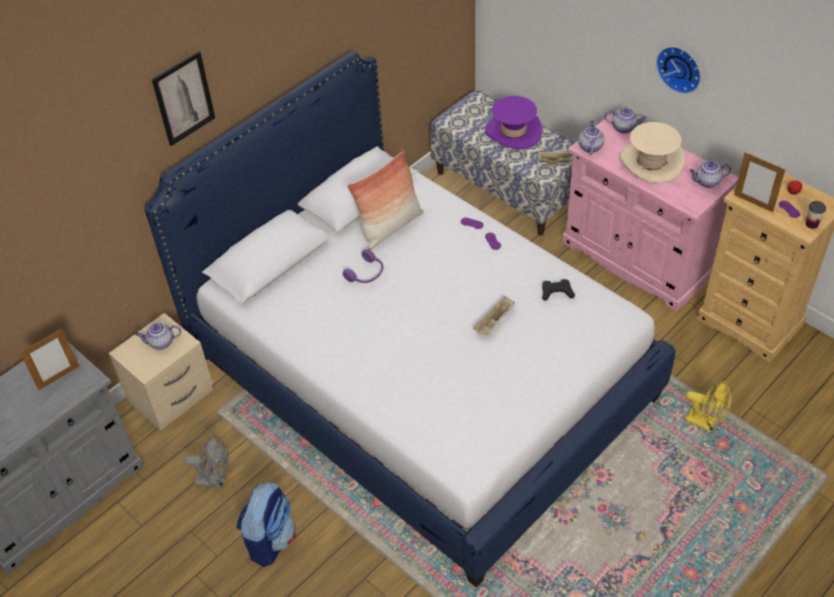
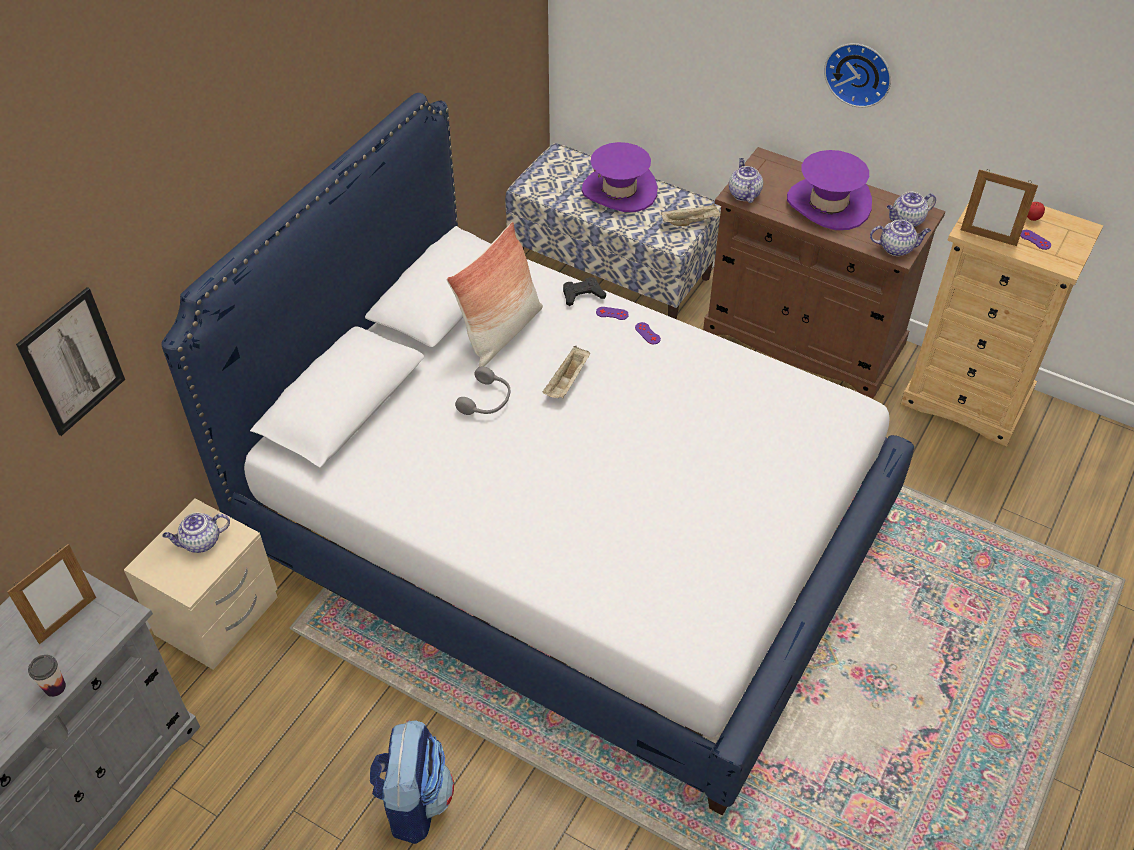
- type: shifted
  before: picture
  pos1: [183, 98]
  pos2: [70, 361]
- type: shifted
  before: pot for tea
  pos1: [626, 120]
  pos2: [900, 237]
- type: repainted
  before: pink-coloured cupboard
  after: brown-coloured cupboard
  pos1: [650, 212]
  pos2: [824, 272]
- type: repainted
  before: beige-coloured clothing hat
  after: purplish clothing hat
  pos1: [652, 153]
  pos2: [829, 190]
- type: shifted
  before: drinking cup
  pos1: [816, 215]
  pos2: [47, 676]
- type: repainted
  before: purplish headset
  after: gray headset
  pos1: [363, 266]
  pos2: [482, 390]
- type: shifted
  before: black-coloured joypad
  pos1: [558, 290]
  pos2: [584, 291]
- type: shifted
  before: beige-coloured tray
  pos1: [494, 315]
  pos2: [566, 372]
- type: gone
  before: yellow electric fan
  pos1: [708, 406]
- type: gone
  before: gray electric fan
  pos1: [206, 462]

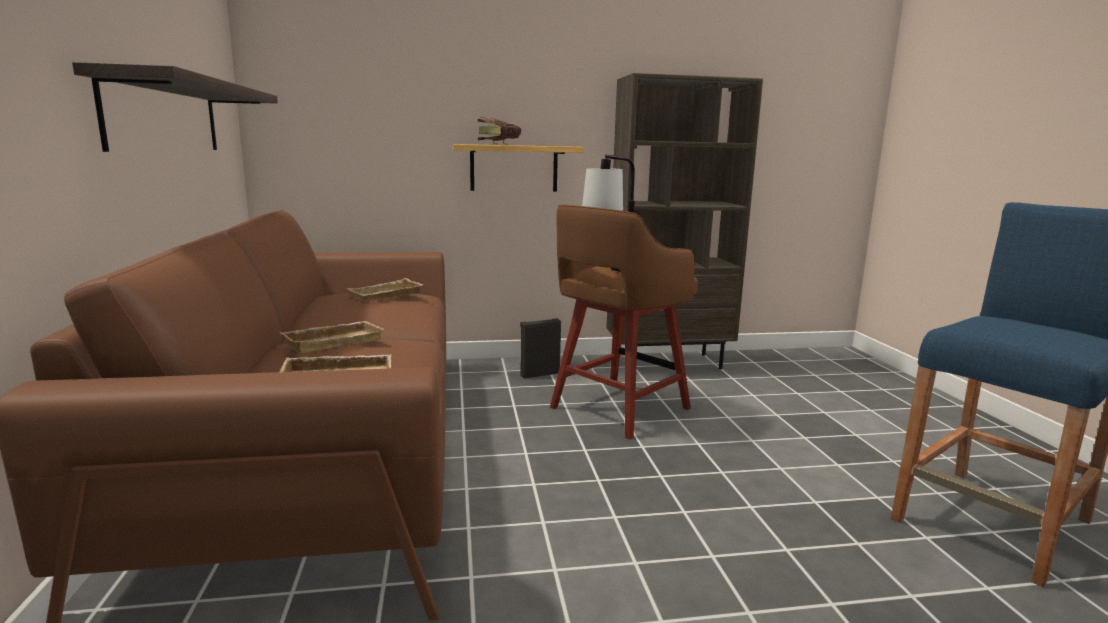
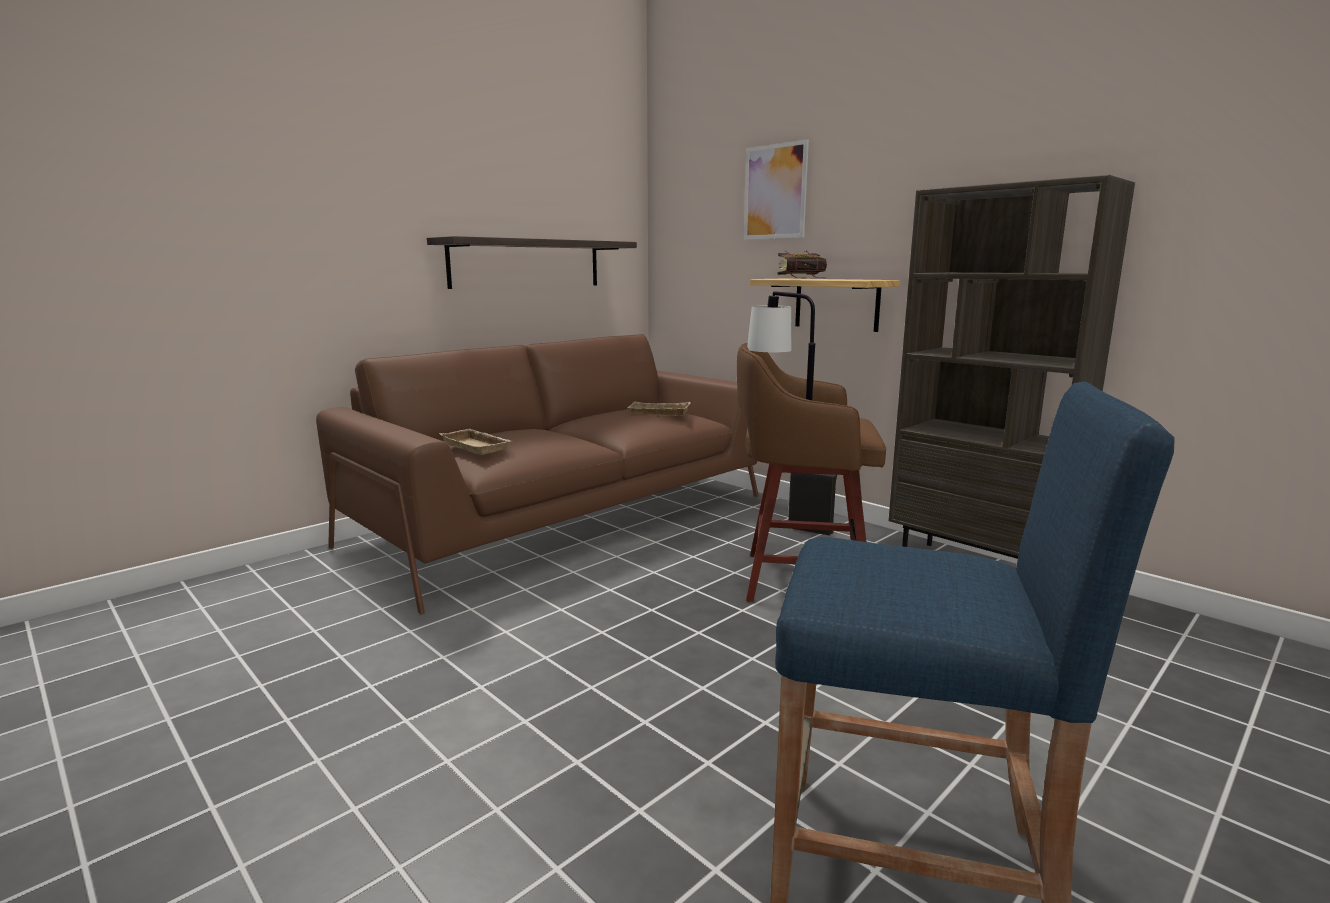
- type: gone
  before: beige-coloured tray
  pos1: [331, 337]
- type: new
  after: picture
  pos2: [776, 189]

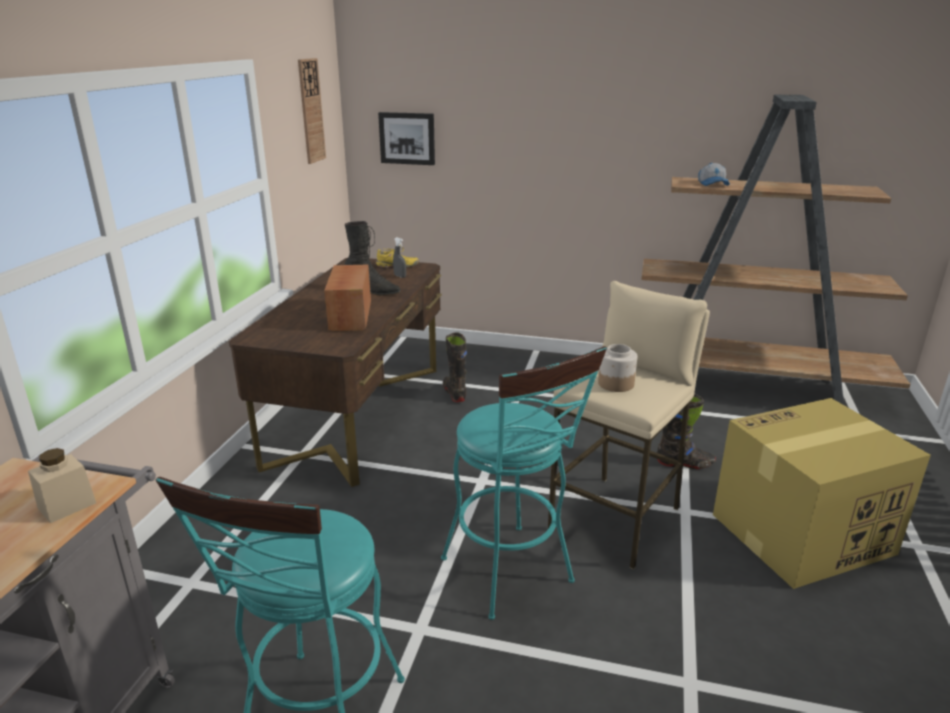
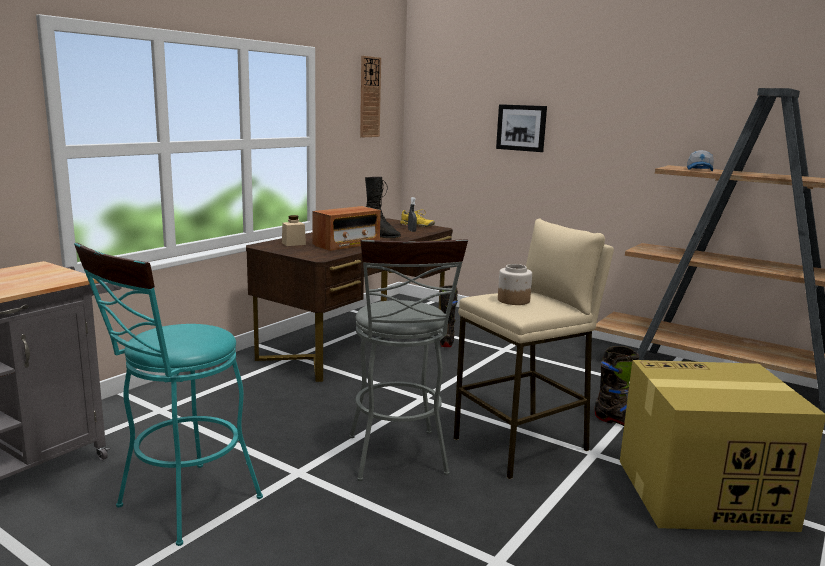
- type: shifted
  before: picture
  pos1: [406, 138]
  pos2: [521, 128]
- type: rotated
  before: radio receiver
  pos1: [347, 298]
  pos2: [347, 228]
  turn: -150
- type: repainted
  before: turquoise-coloured stool
  after: gray stool
  pos1: [524, 483]
  pos2: [408, 360]
- type: shifted
  before: beige-coloured jar
  pos1: [62, 485]
  pos2: [294, 230]

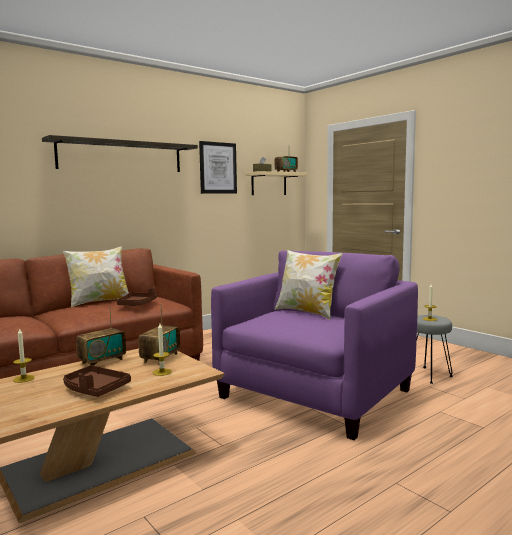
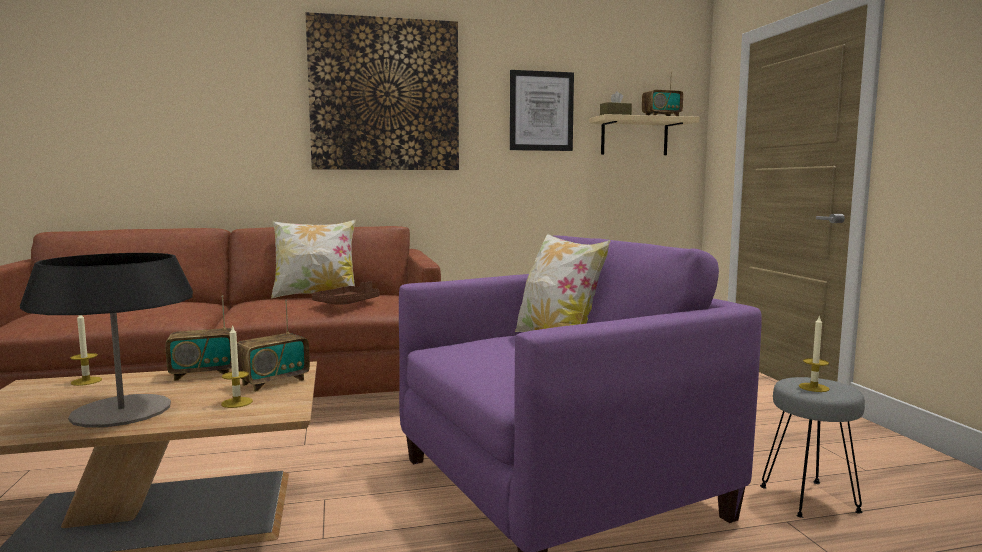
- type: swapped
  before: shelf
  after: picture
  pos1: [120, 153]
  pos2: [382, 91]
- type: swapped
  before: brown-coloured tray
  after: tabletop lamp
  pos1: [97, 381]
  pos2: [106, 340]

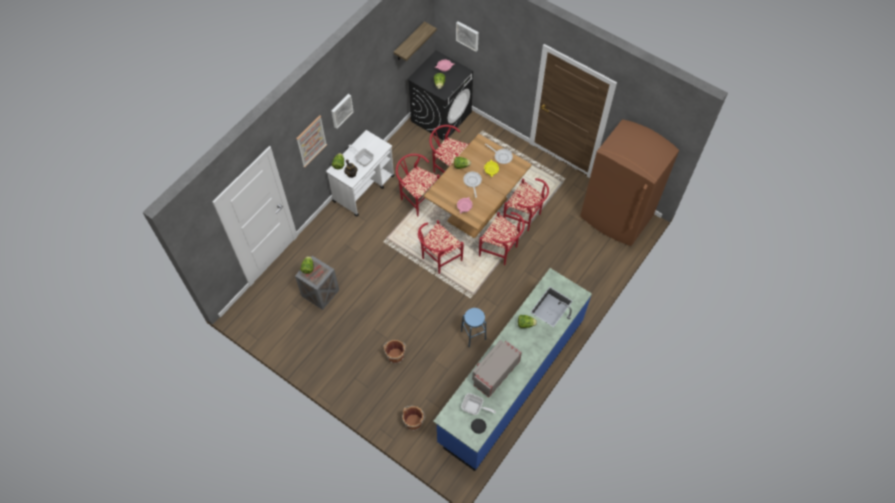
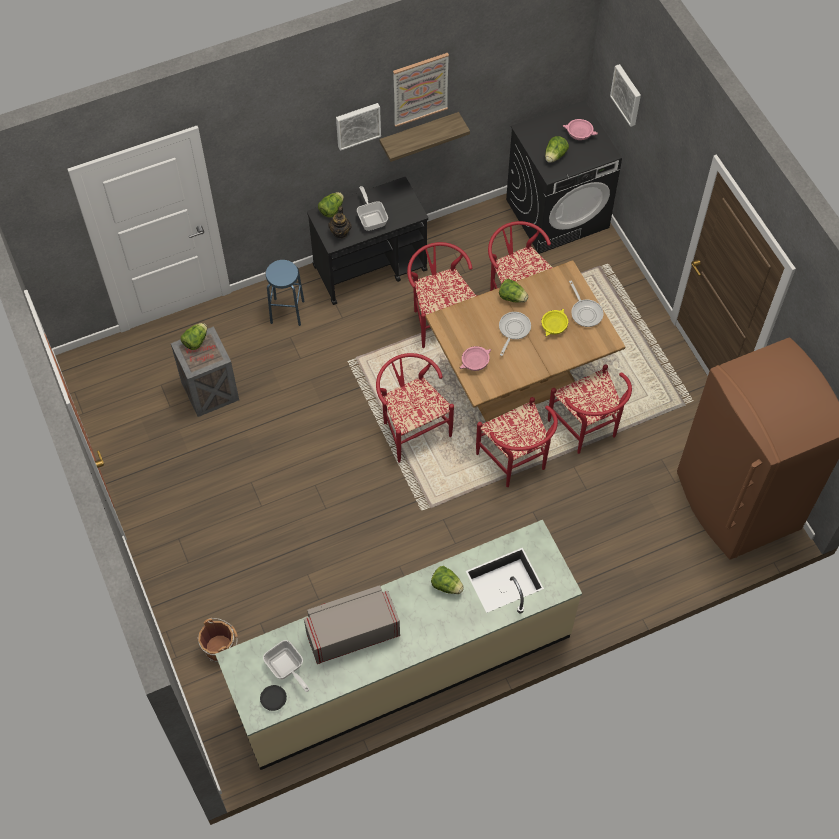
- type: shifted
  before: shelf
  pos1: [415, 41]
  pos2: [424, 137]
- type: shifted
  before: picture
  pos1: [311, 141]
  pos2: [421, 90]
- type: repainted
  before: white trolley
  after: black-coloured trolley
  pos1: [360, 173]
  pos2: [367, 241]
- type: rotated
  before: red chair
  pos1: [441, 247]
  pos2: [415, 408]
  turn: 75
- type: repainted
  before: bluish kitchen base unit
  after: beige-coloured kitchen base unit
  pos1: [512, 369]
  pos2: [398, 645]
- type: shifted
  before: bluish stool
  pos1: [473, 327]
  pos2: [285, 293]
- type: gone
  before: brown-coloured water bucket
  pos1: [395, 352]

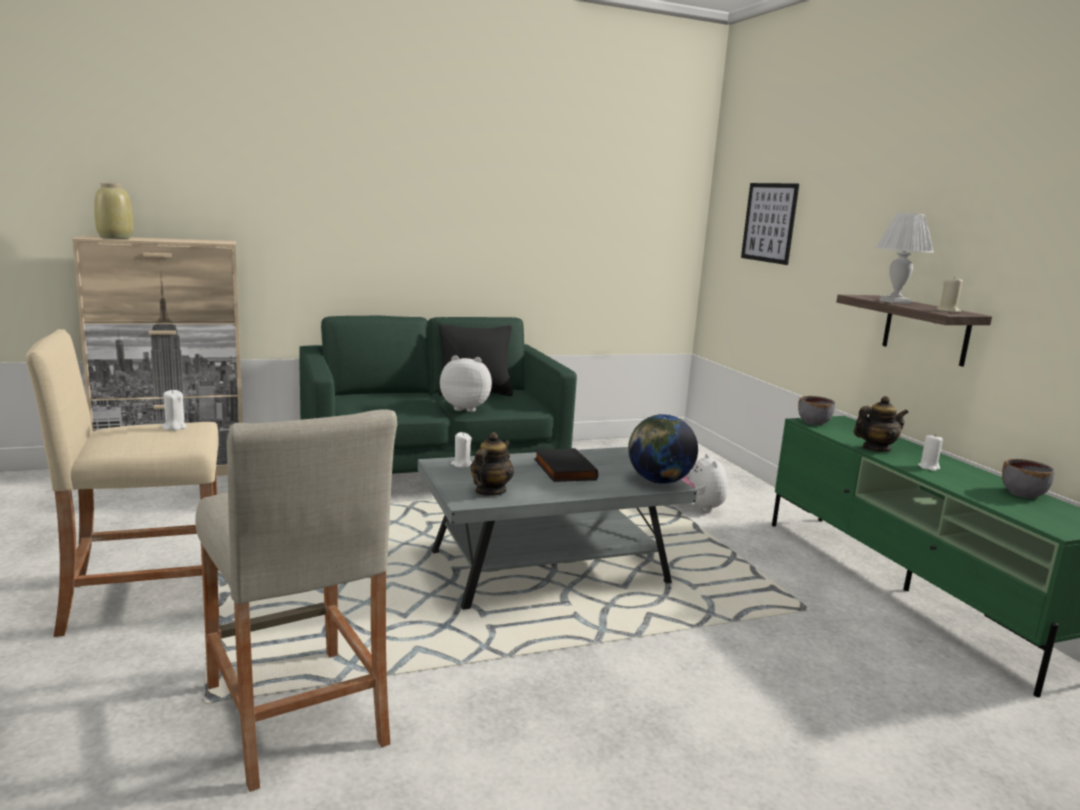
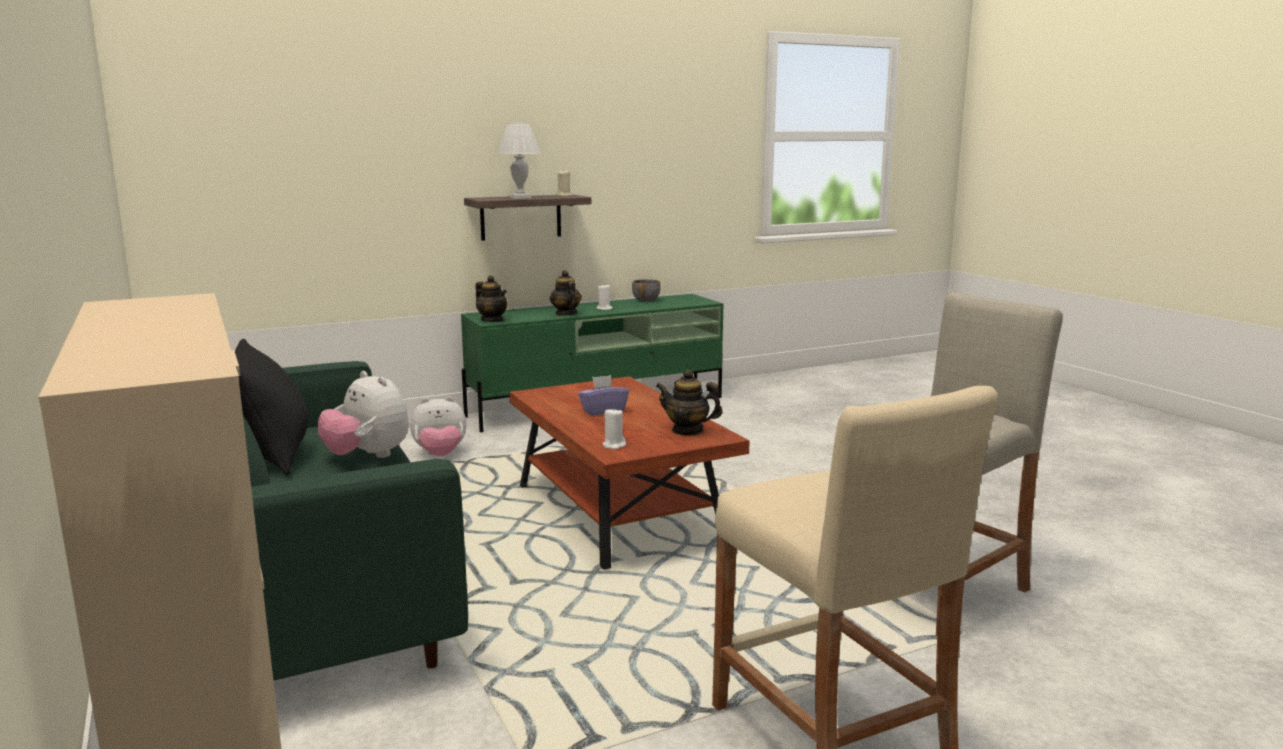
- type: gone
  before: beige-coloured flower vase
  pos1: [113, 211]
- type: gone
  before: picture
  pos1: [770, 224]
- type: rotated
  before: plush toy
  pos1: [466, 383]
  pos2: [363, 414]
  turn: -45
- type: gone
  before: white candle
  pos1: [174, 409]
- type: swapped
  before: gray deep dish
  after: pot for tea
  pos1: [816, 410]
  pos2: [491, 298]
- type: gone
  before: globe
  pos1: [663, 449]
- type: repainted
  before: gray lounge table
  after: brown-coloured lounge table
  pos1: [557, 528]
  pos2: [629, 473]
- type: swapped
  before: black-coloured volume
  after: purplish tissue holder
  pos1: [566, 465]
  pos2: [603, 395]

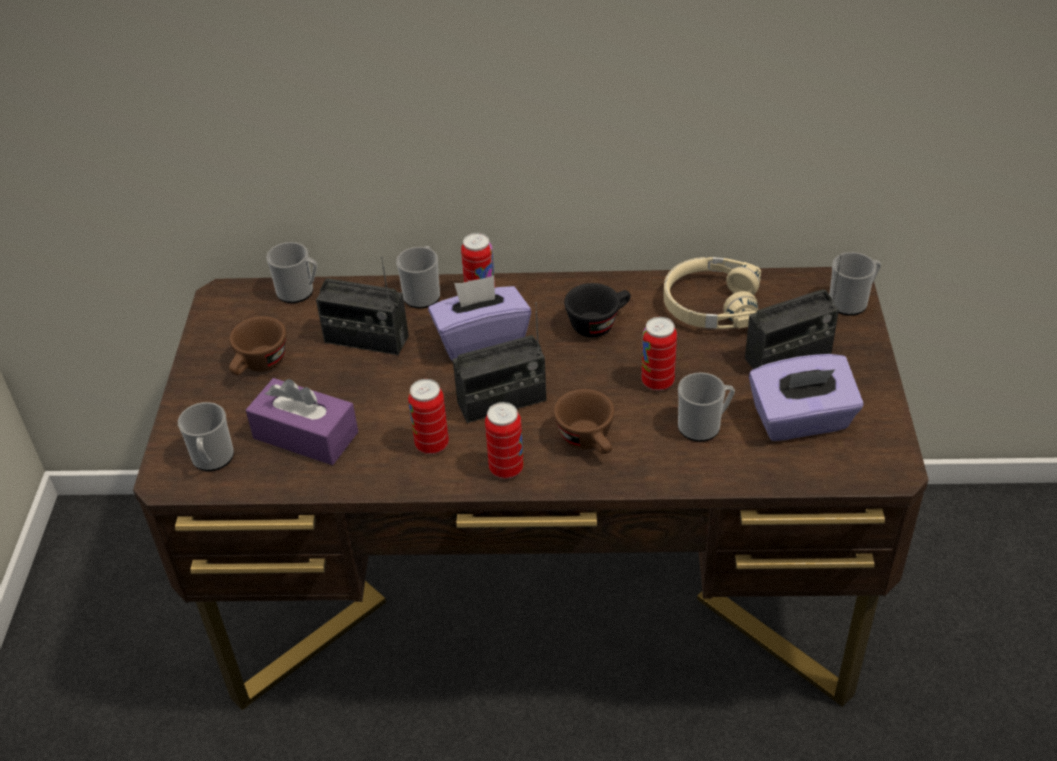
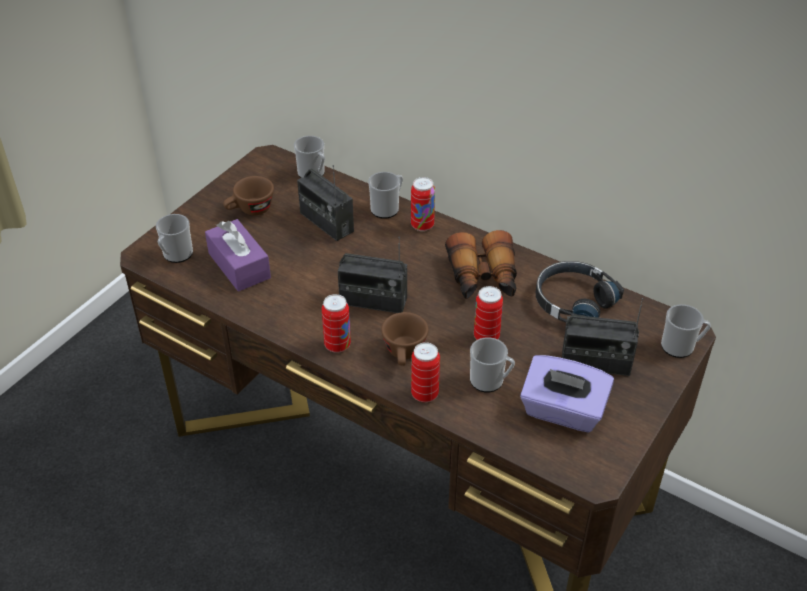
- type: repainted
  before: beige-coloured headset
  after: black-coloured headset
  pos1: [712, 293]
  pos2: [580, 291]
- type: gone
  before: purplish tissue holder
  pos1: [479, 318]
- type: swapped
  before: black-coloured drinking cup
  after: pair of binoculars
  pos1: [597, 310]
  pos2: [481, 264]
- type: shifted
  before: can
  pos1: [428, 416]
  pos2: [425, 372]

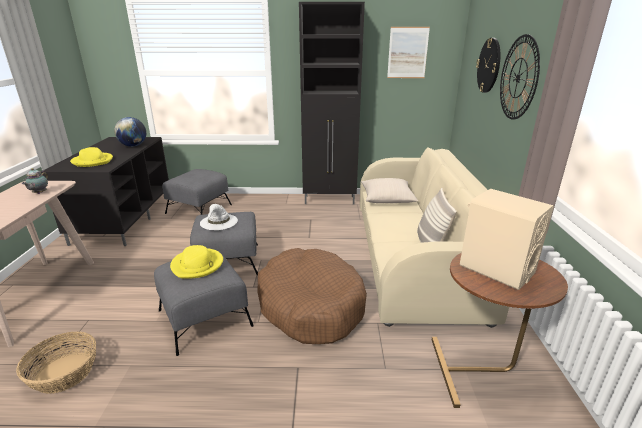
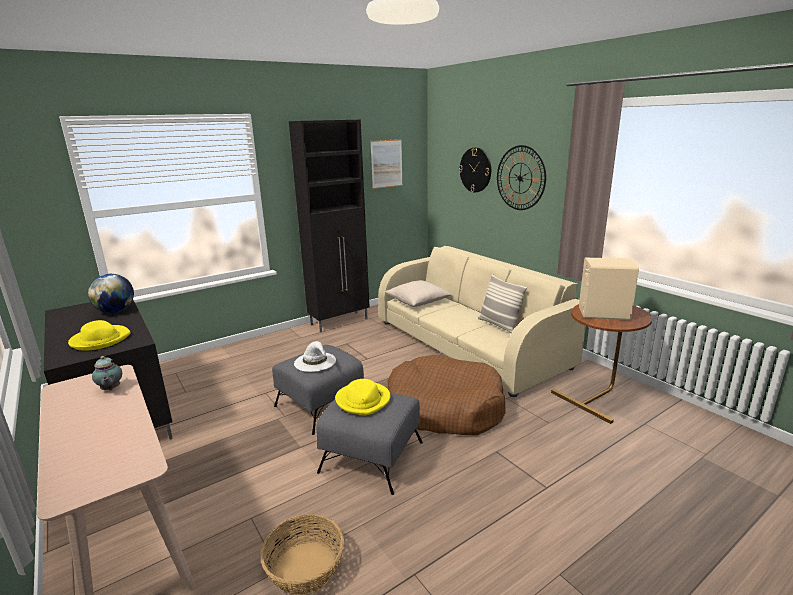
- type: gone
  before: gray pouffe
  pos1: [197, 192]

